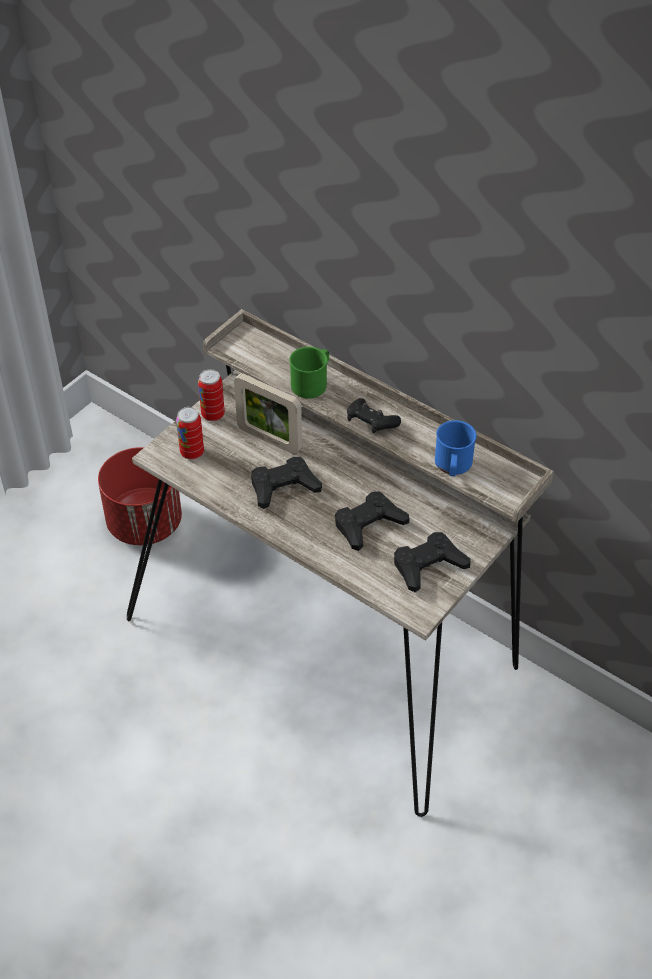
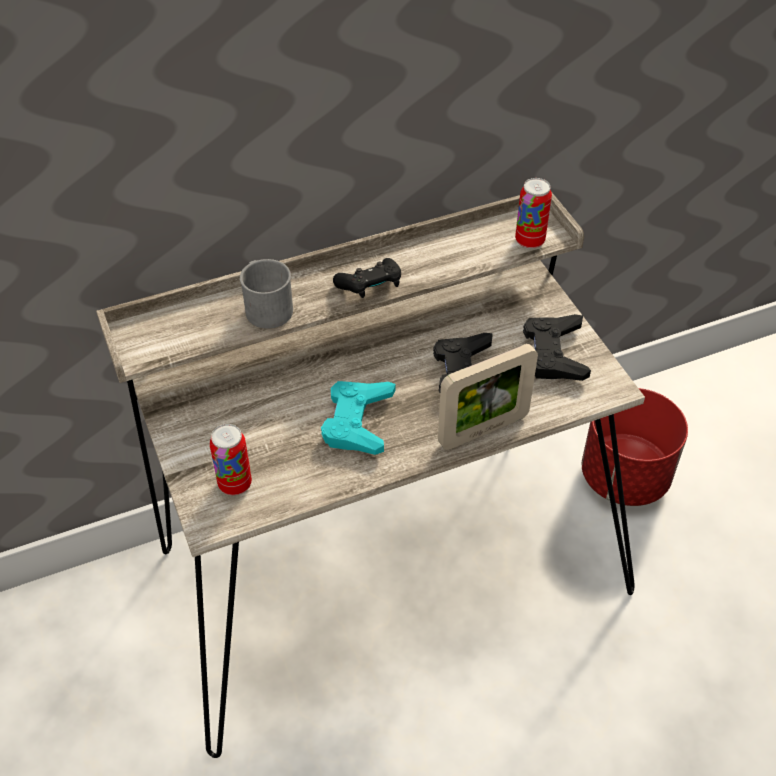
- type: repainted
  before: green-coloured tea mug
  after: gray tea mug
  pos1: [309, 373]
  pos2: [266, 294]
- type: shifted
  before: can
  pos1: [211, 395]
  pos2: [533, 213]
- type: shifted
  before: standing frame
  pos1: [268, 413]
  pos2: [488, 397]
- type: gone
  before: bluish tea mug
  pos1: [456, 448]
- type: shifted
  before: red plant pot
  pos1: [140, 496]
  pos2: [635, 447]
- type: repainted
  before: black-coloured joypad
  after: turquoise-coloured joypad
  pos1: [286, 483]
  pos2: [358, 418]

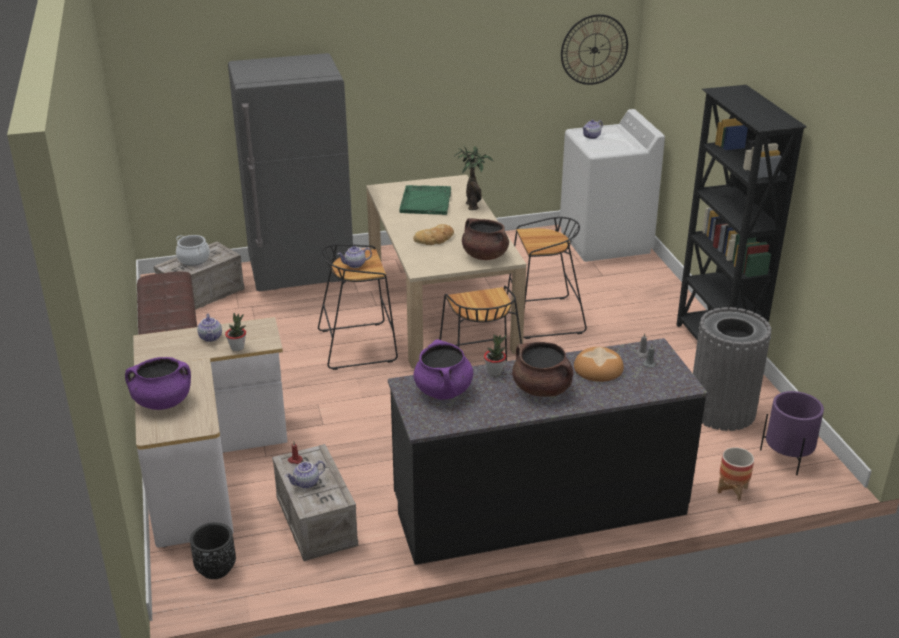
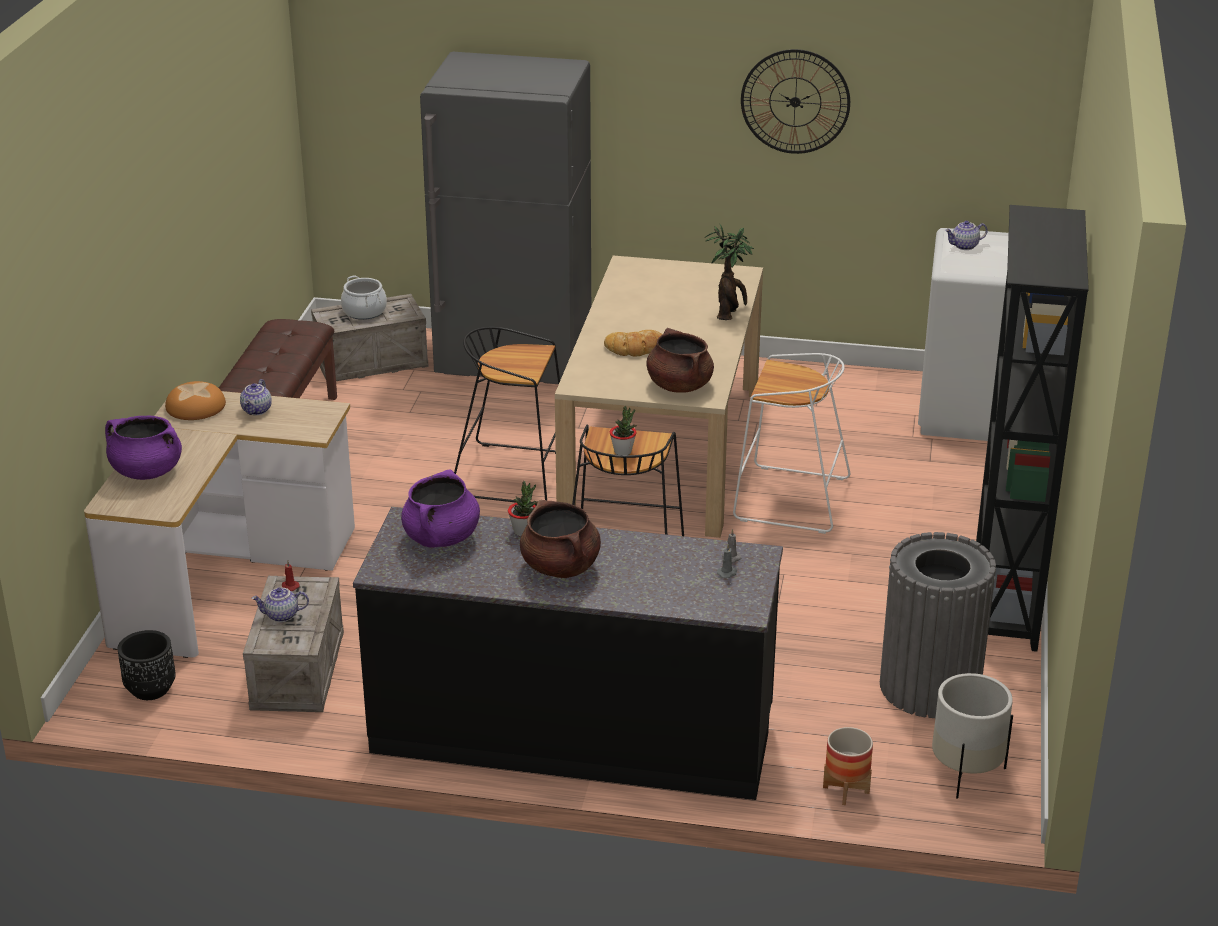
- type: shifted
  before: clock on the wall
  pos1: [594, 49]
  pos2: [795, 101]
- type: gone
  before: green-coloured tray
  pos1: [425, 200]
- type: repainted
  before: black-coloured stool
  after: white stool
  pos1: [547, 278]
  pos2: [791, 443]
- type: gone
  before: pot for tea
  pos1: [354, 257]
- type: shifted
  before: potted plant
  pos1: [235, 332]
  pos2: [623, 430]
- type: shifted
  before: bread
  pos1: [599, 364]
  pos2: [195, 400]
- type: repainted
  before: purplish plant pot
  after: white plant pot
  pos1: [792, 433]
  pos2: [972, 736]

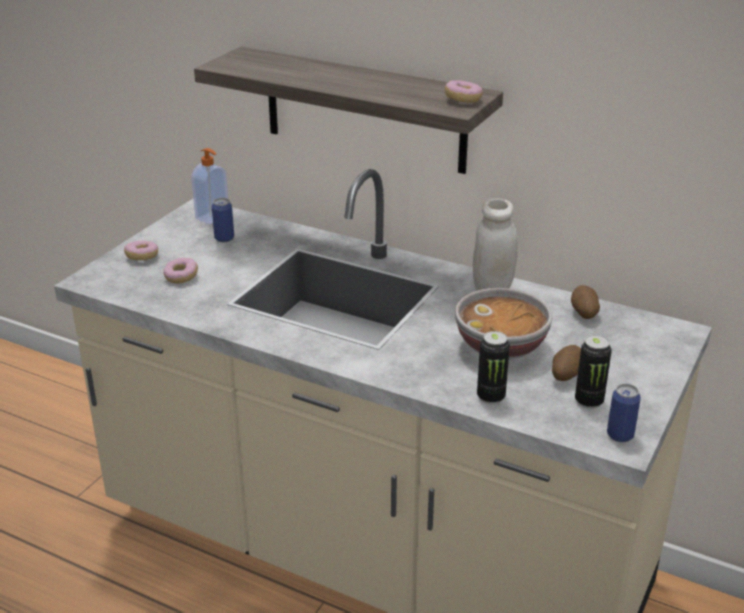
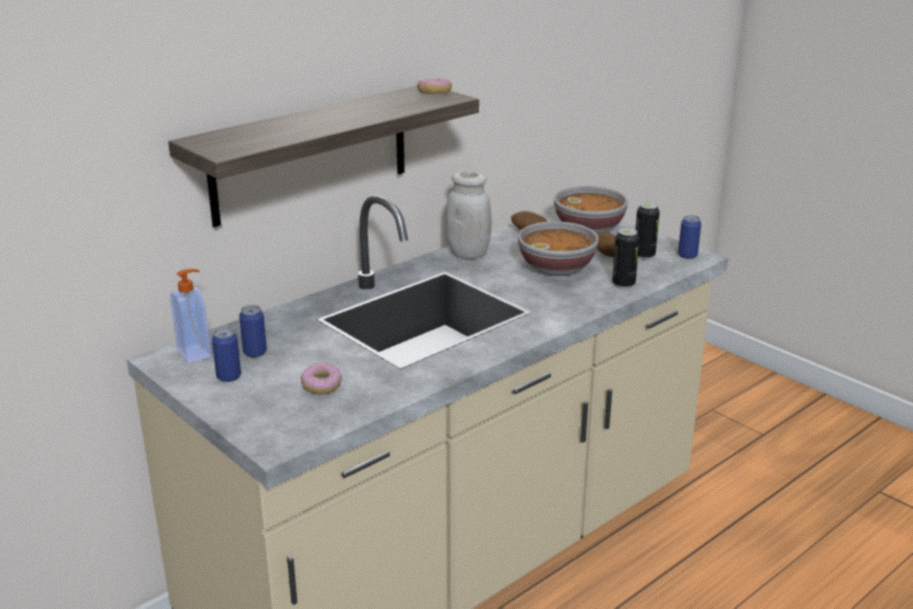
- type: gone
  before: doughnut
  pos1: [141, 250]
- type: new
  after: deep dish
  pos2: [591, 210]
- type: new
  after: can
  pos2: [226, 354]

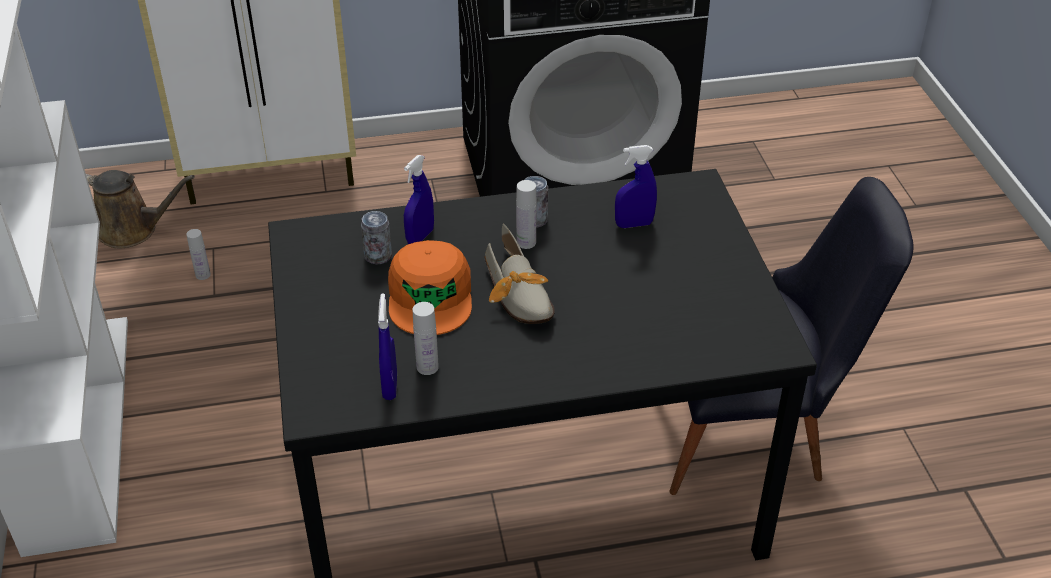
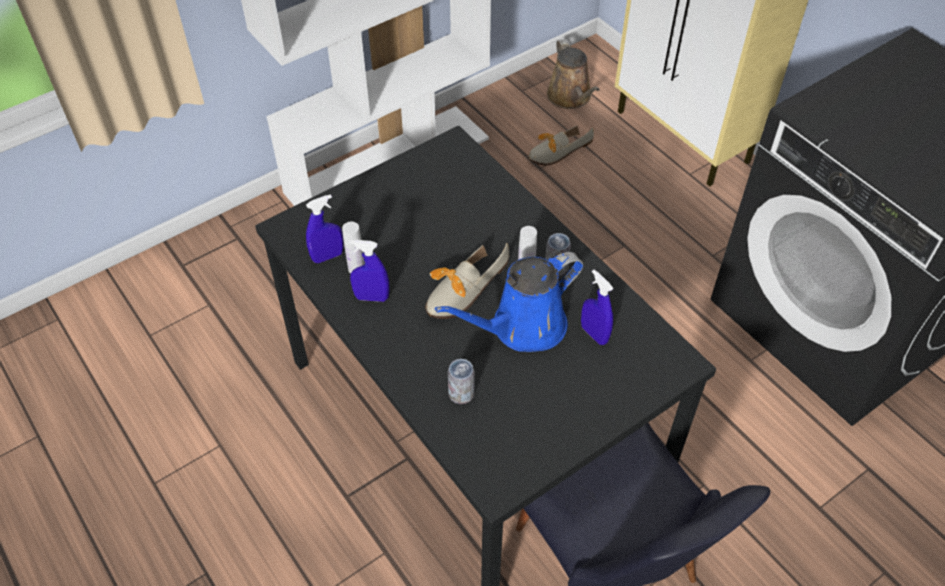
- type: shifted
  before: bluish hand sprayer
  pos1: [419, 199]
  pos2: [369, 271]
- type: shifted
  before: can
  pos1: [376, 237]
  pos2: [461, 381]
- type: swapped
  before: white drink bottle
  after: shoe
  pos1: [198, 254]
  pos2: [561, 145]
- type: gone
  before: orangey cap
  pos1: [430, 287]
- type: new
  after: bluish watering pot
  pos2: [509, 302]

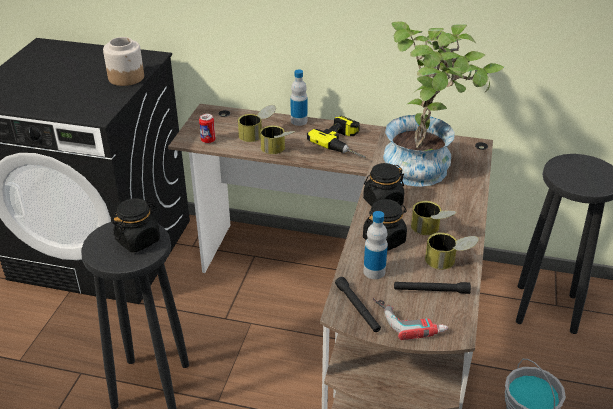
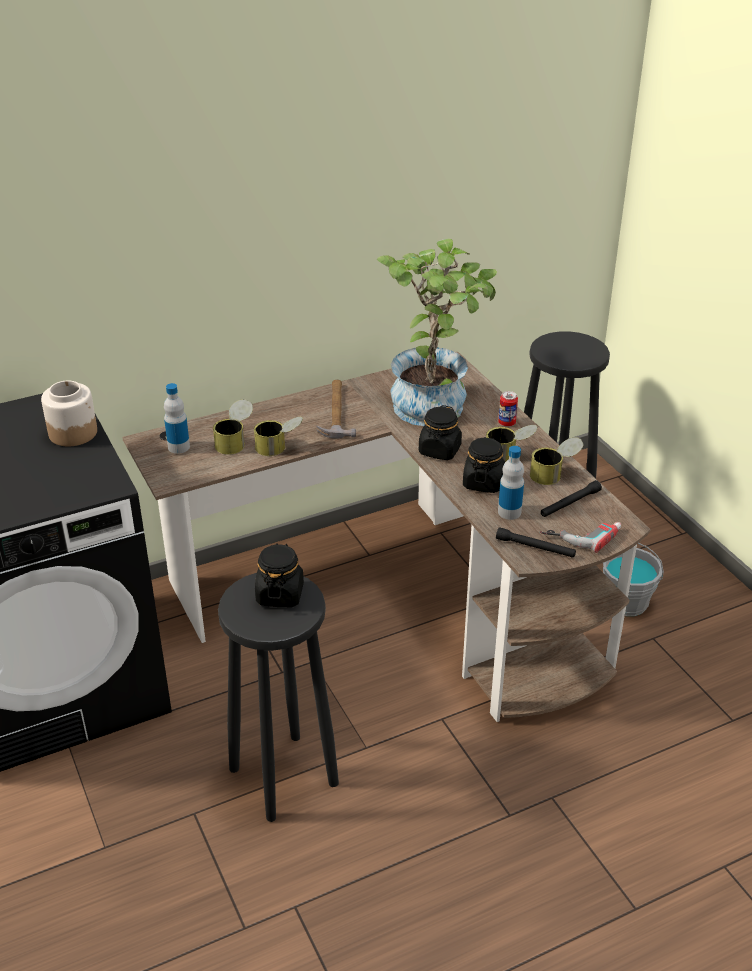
- type: shifted
  before: drink bottle
  pos1: [298, 98]
  pos2: [177, 418]
- type: shifted
  before: can
  pos1: [207, 128]
  pos2: [508, 409]
- type: swapped
  before: drill
  after: tool hammer
  pos1: [336, 137]
  pos2: [336, 409]

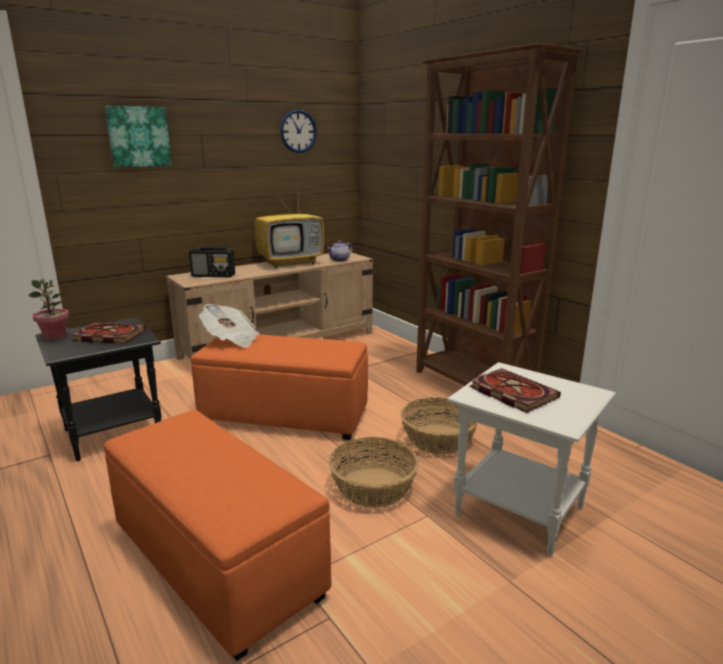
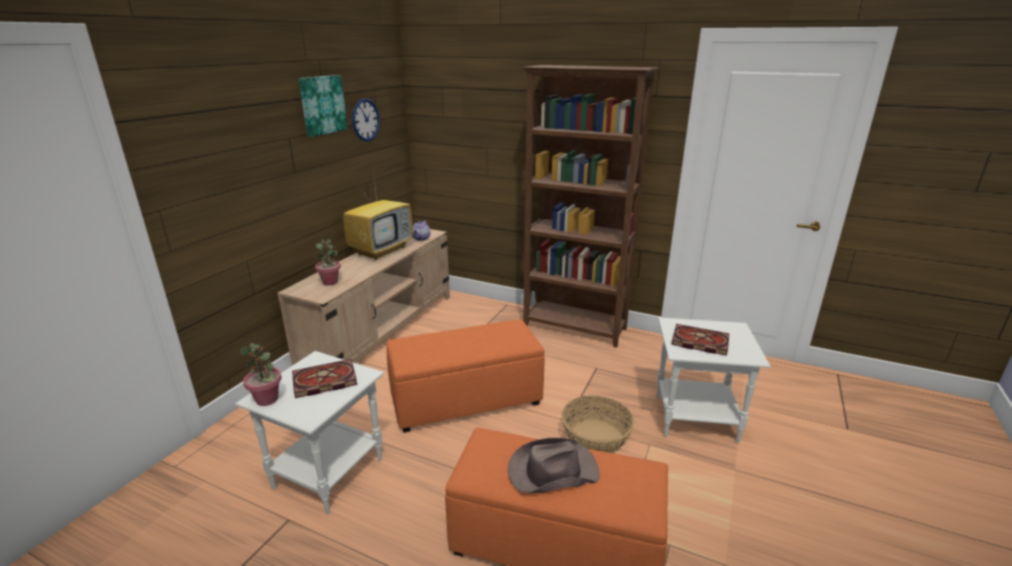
- type: shifted
  before: picture
  pos1: [138, 136]
  pos2: [323, 106]
- type: swapped
  before: radio receiver
  after: potted plant
  pos1: [212, 261]
  pos2: [328, 262]
- type: gone
  before: newspaper
  pos1: [229, 326]
- type: repainted
  before: black-coloured side table
  after: white side table
  pos1: [98, 389]
  pos2: [309, 433]
- type: gone
  before: storage basket
  pos1: [439, 426]
- type: new
  after: brown-coloured clothing hat
  pos2: [554, 465]

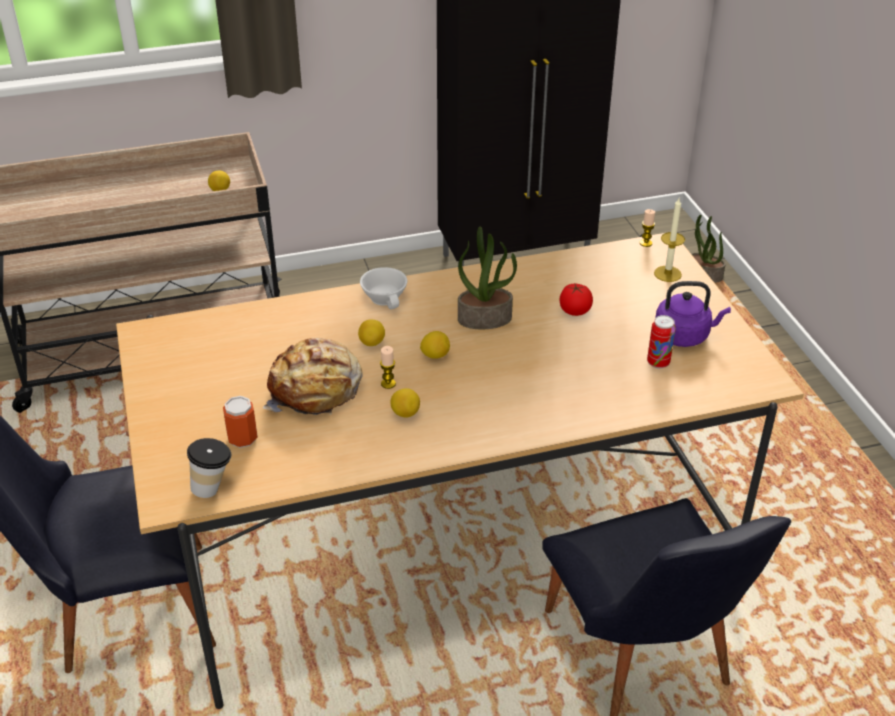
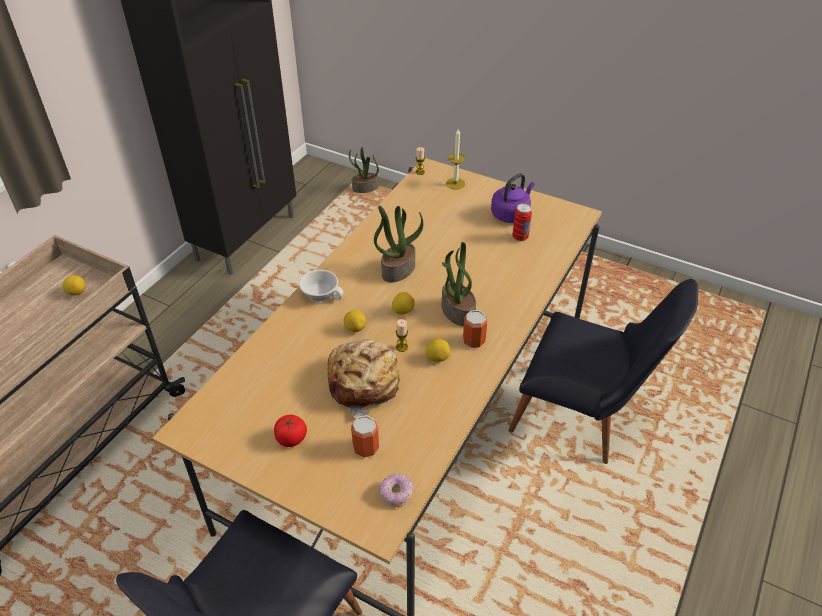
- type: shifted
  before: whole tomato
  pos1: [576, 300]
  pos2: [290, 431]
- type: swapped
  before: drinking cup
  after: doughnut
  pos1: [209, 468]
  pos2: [396, 490]
- type: new
  after: potted plant
  pos2: [459, 284]
- type: new
  after: can
  pos2: [475, 329]

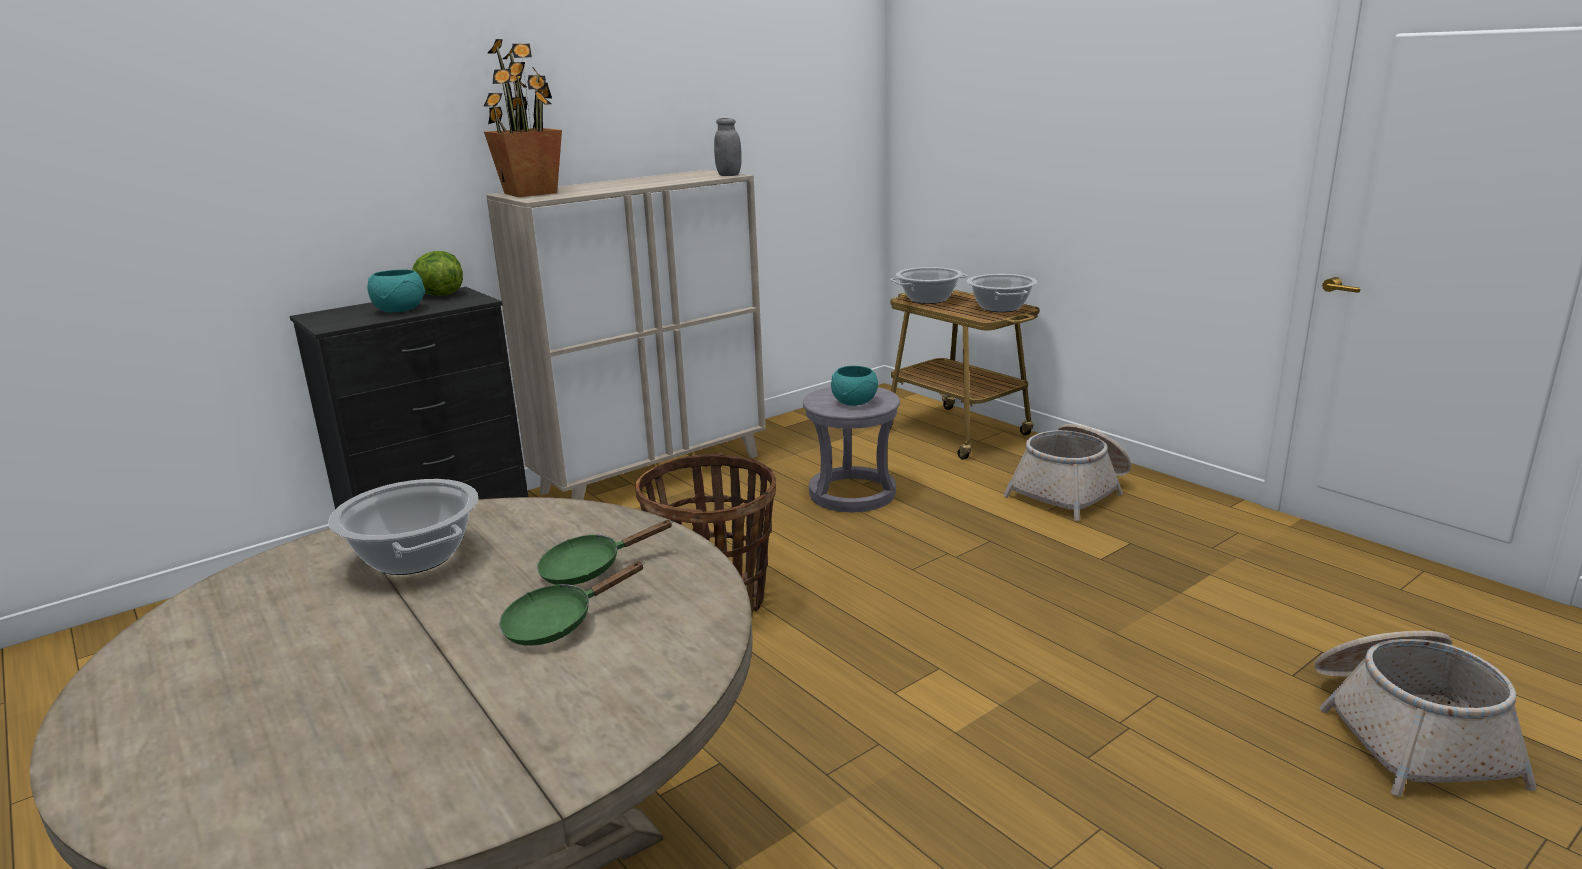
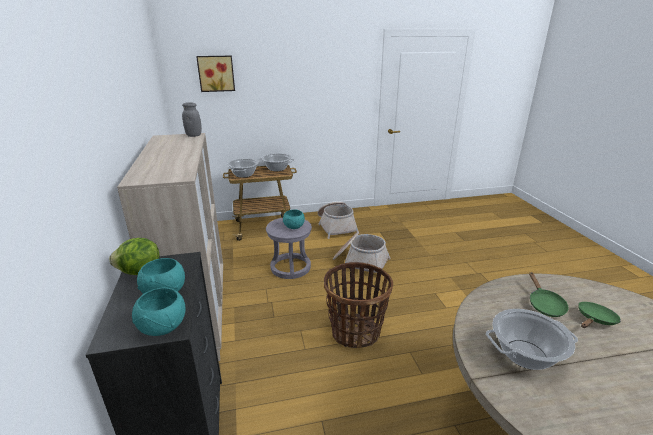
- type: gone
  before: potted plant
  pos1: [523, 118]
- type: rotated
  before: green-coloured frying pan
  pos1: [571, 604]
  pos2: [599, 315]
  turn: -120
- type: shifted
  before: storage basket
  pos1: [1426, 714]
  pos2: [362, 253]
- type: new
  after: picture
  pos2: [215, 74]
- type: new
  after: turquoise-coloured deep dish
  pos2: [158, 312]

